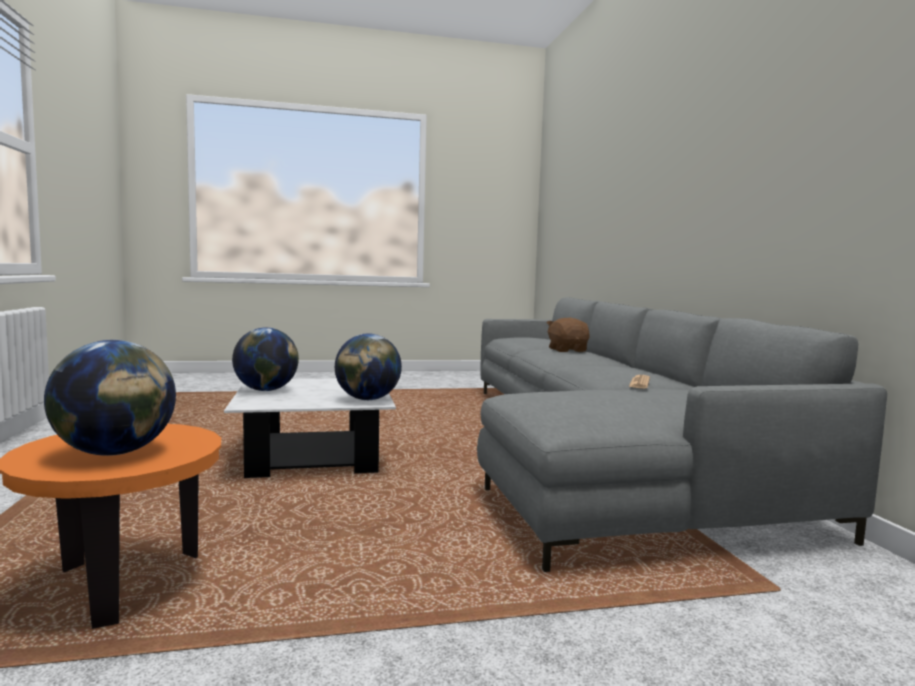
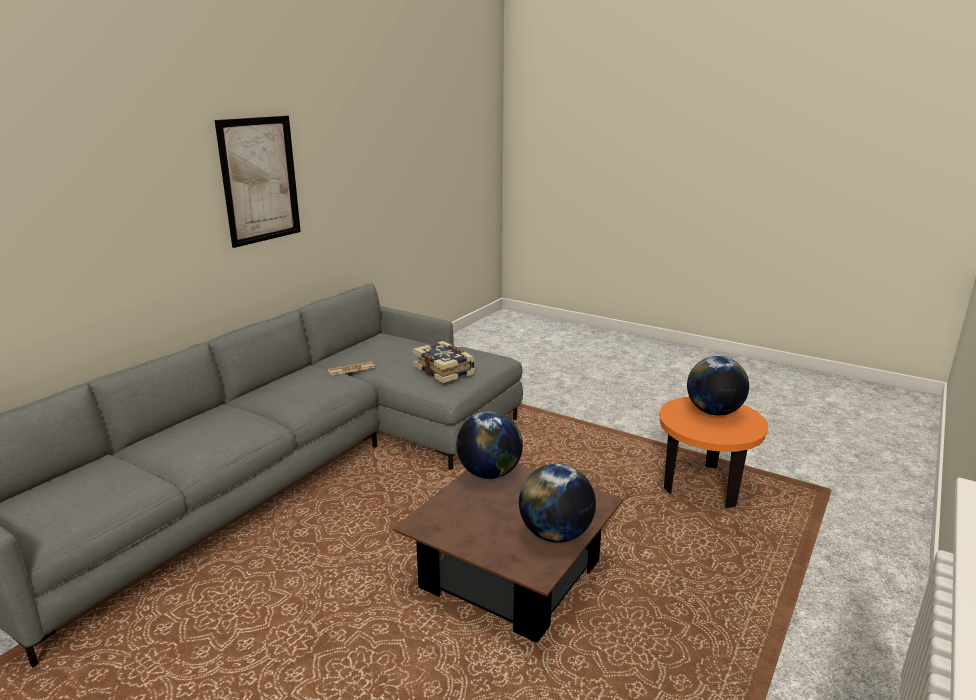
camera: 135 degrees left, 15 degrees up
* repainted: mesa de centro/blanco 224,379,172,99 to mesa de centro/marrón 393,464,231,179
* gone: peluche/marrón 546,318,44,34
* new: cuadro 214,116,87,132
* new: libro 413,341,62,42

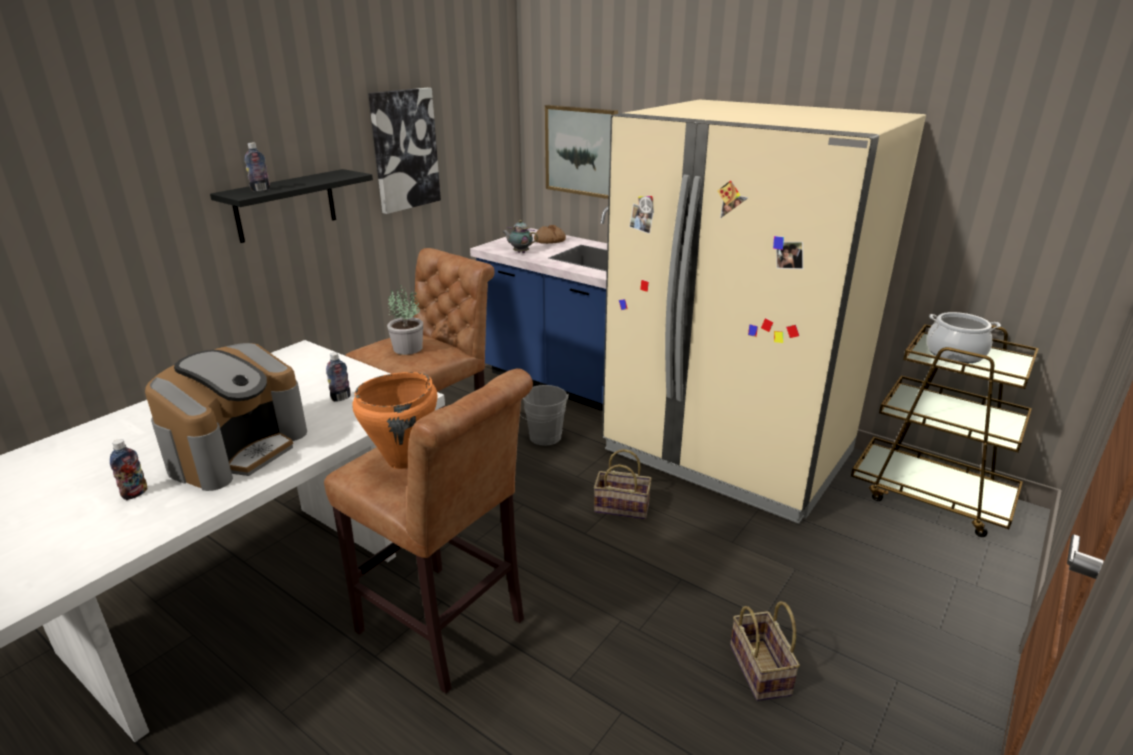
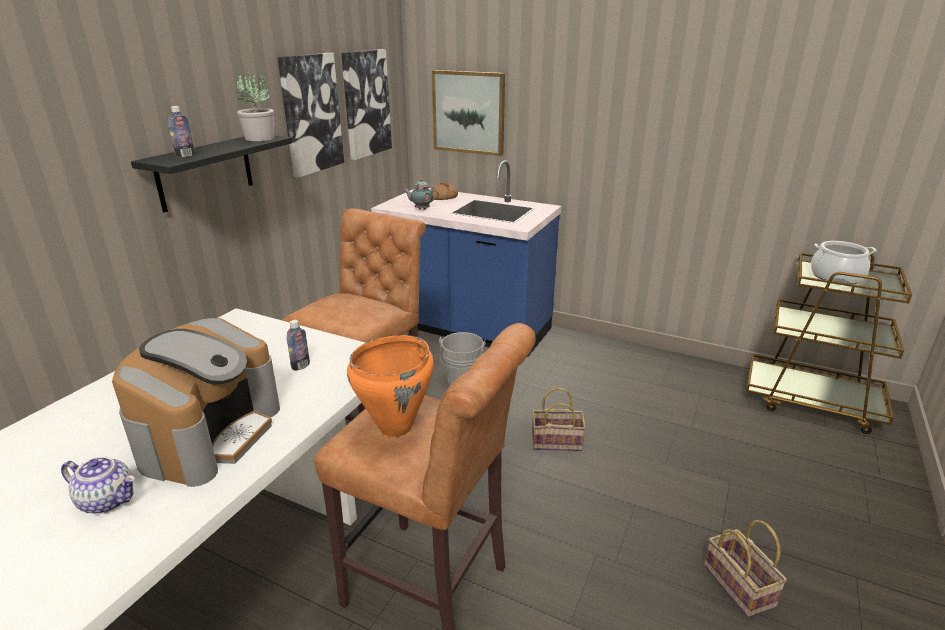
camera: 10 degrees left, 0 degrees up
* swapped: botella 110,439,37,61 to tetera 61,457,74,57
* shifted: planta en maceta 387,285,36,70 to 236,71,38,70
* gone: nevera/beis 602,99,324,425
* new: cuadro 341,49,51,111

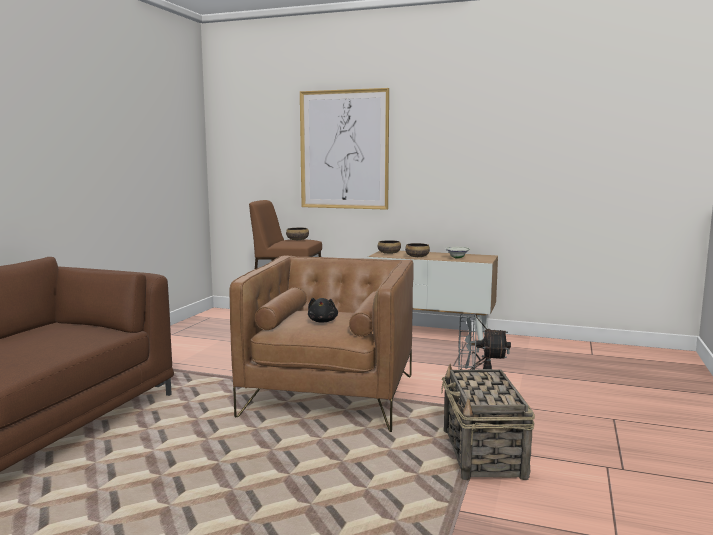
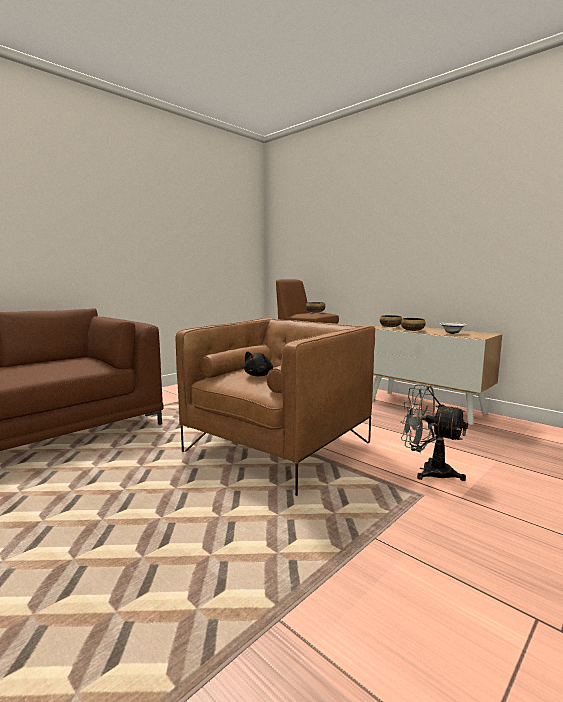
camera: 25 degrees right, 0 degrees up
* gone: cuadro 300,88,89,122
* gone: cesta 441,364,94,116

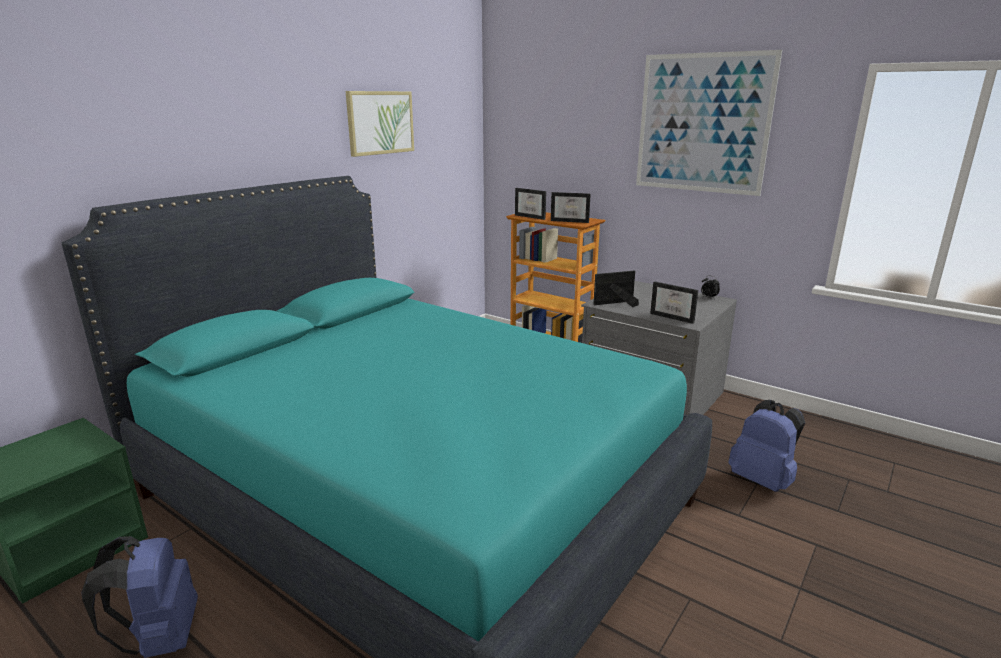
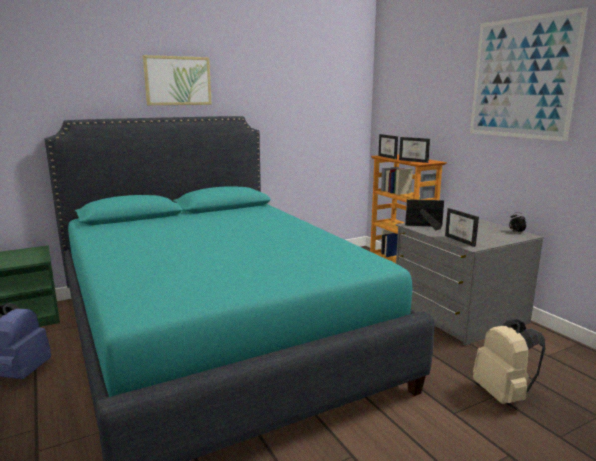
camera: 25 degrees right, 5 degrees down
* shifted: cuadro 346,91,68,66 to 143,55,69,50
* repainted: mochila/azul 728,400,77,92 to mochila/beis 473,319,72,85

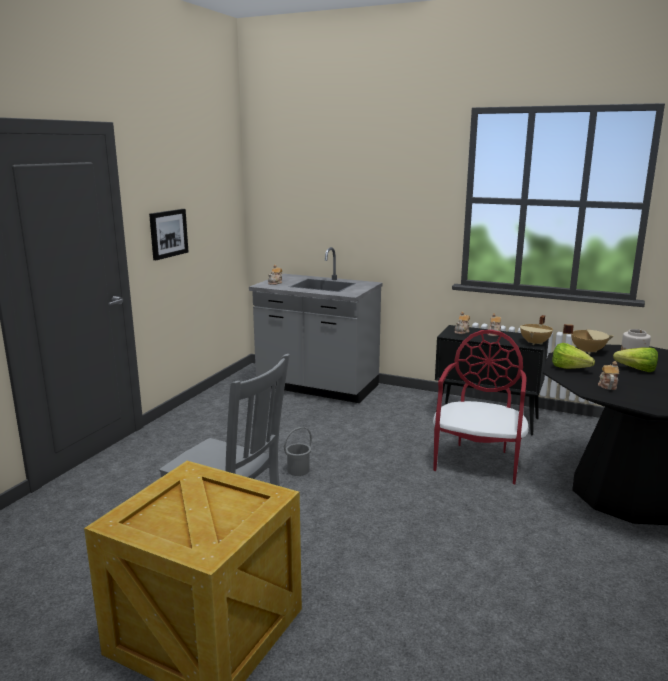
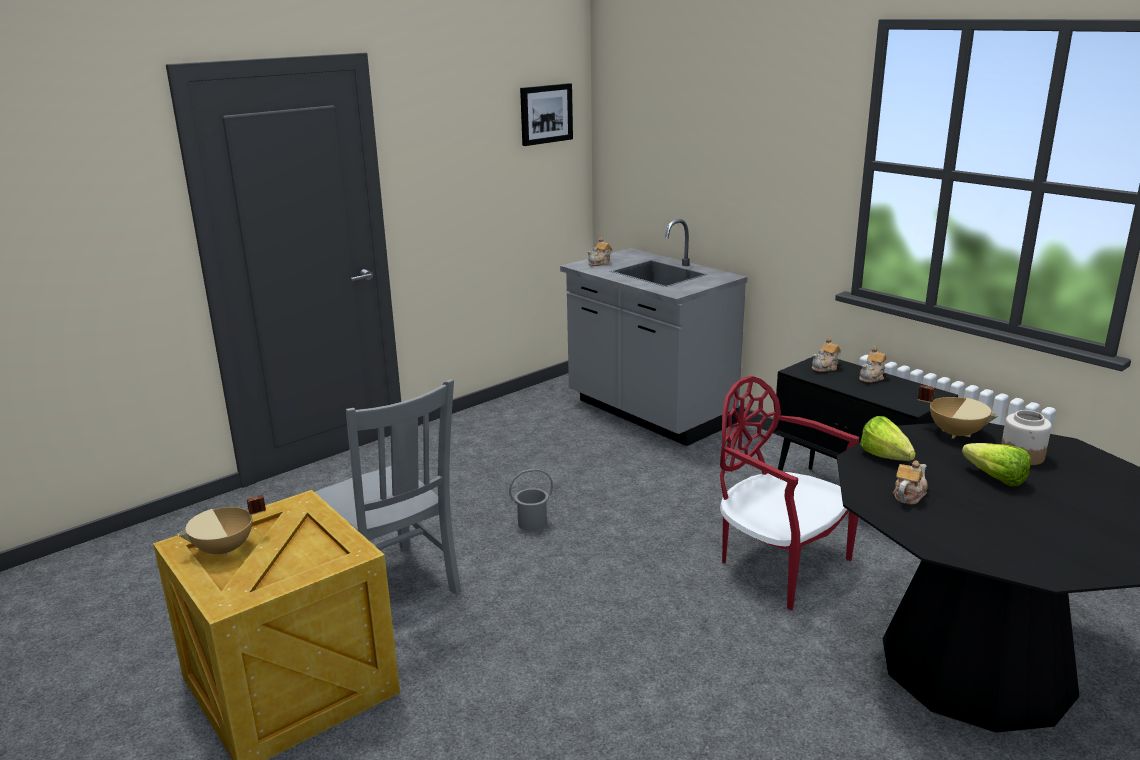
camera: 25 degrees right, 5 degrees up
* shifted: cuadro 149,209,40,51 to 520,83,53,63
* rotated: silla/rojo 433,330,96,154 = 720,376,139,234 90 degrees counterclockwise
* shifted: olla/beis 520,315,33,30 to 177,495,89,62

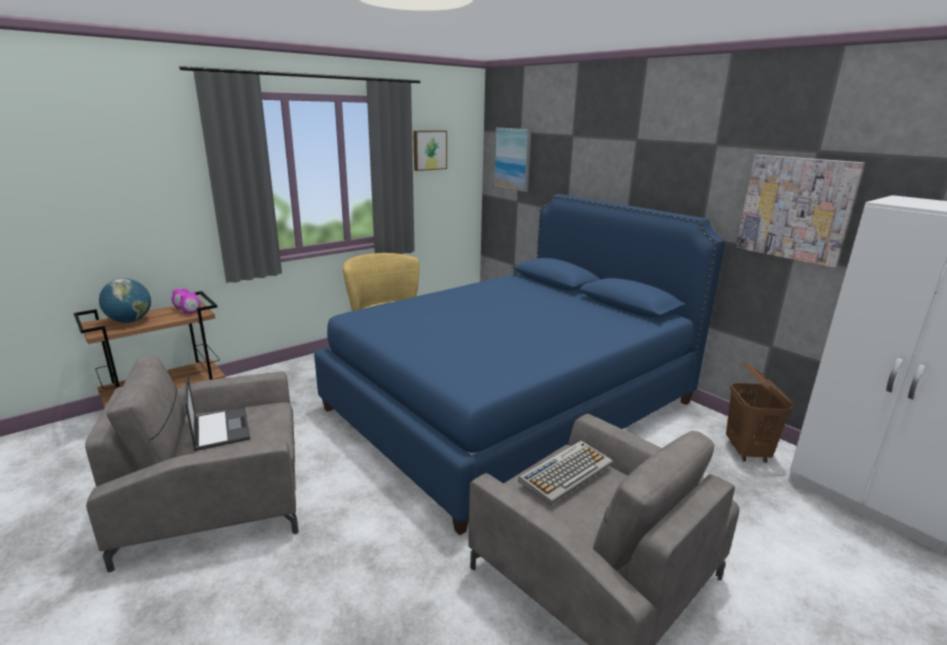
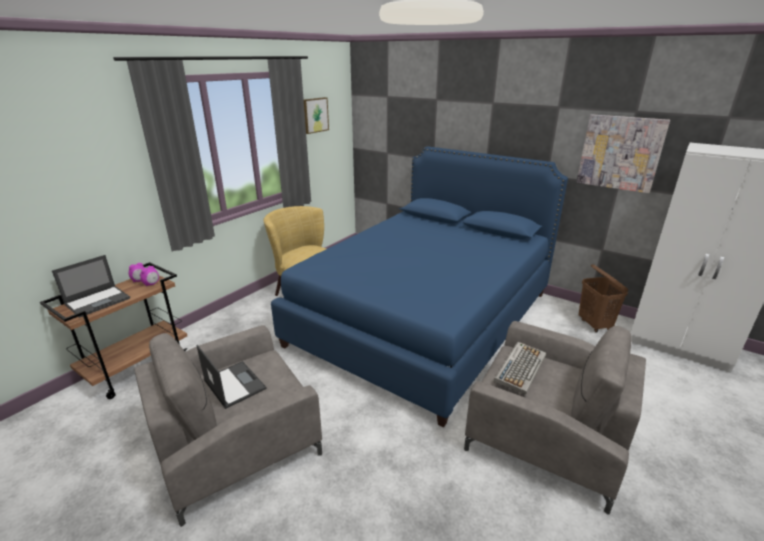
camera: 15 degrees left, 5 degrees up
* swapped: globo terráqueo 99,279,52,44 to portátil 52,255,78,63
* gone: cuadro 494,128,37,64

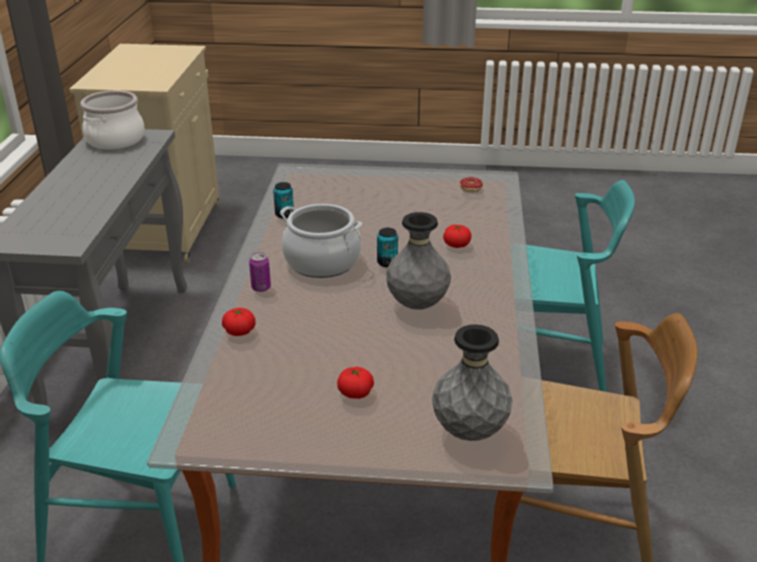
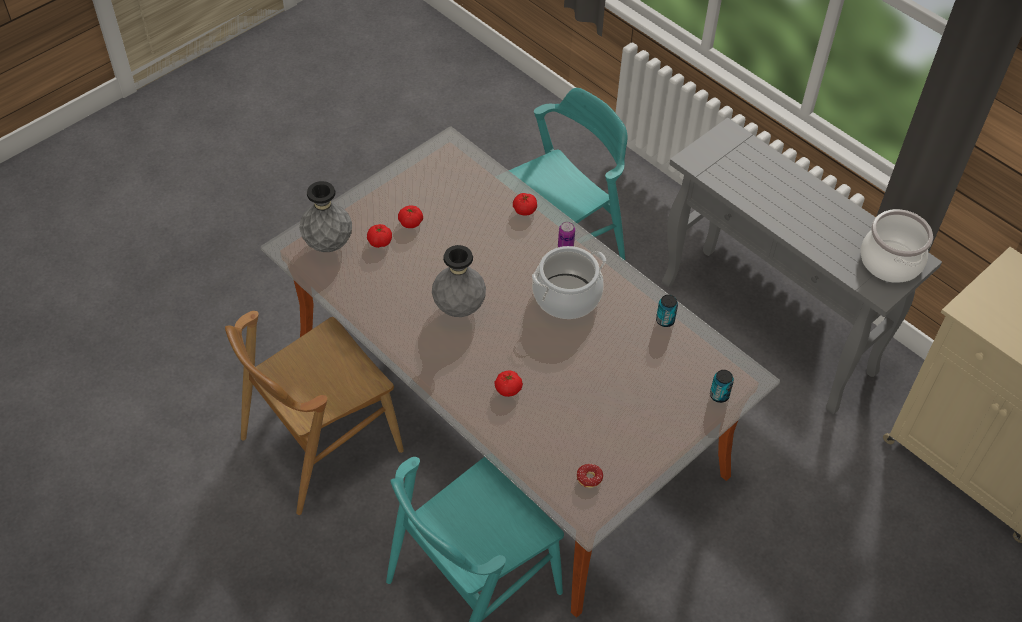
camera: 130 degrees right, 20 degrees up
* shifted: lata 377,228,21,39 to 710,370,24,33
* new: tomate 367,224,25,24

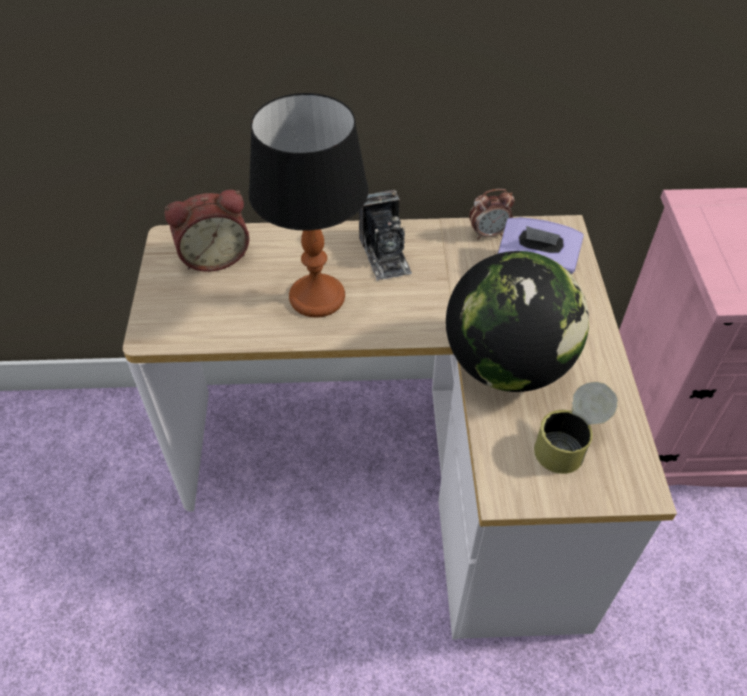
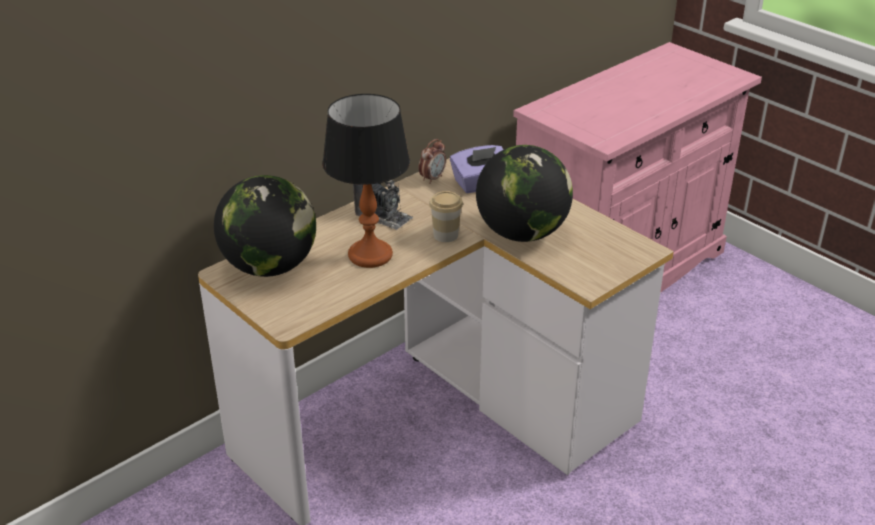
camera: 40 degrees left, 15 degrees down
* swapped: despertador 165,190,84,82 to globo terráqueo 214,175,102,102
* gone: lata 534,382,84,92
* new: taza 429,191,34,51

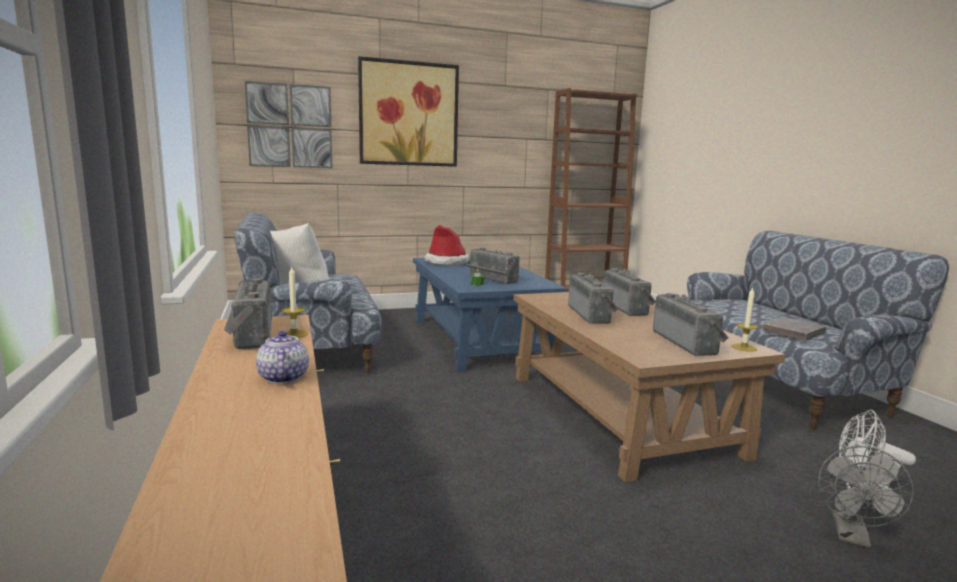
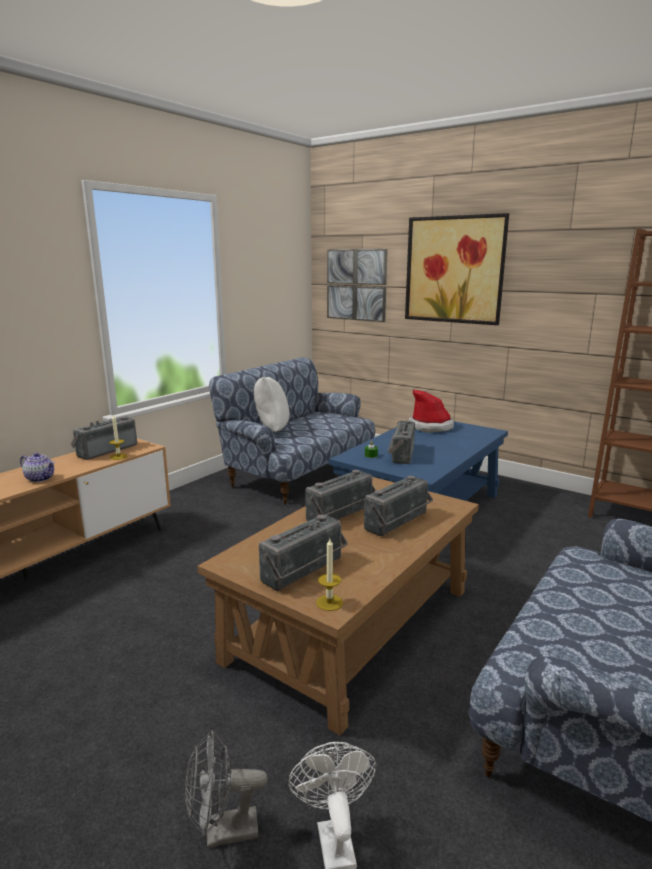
camera: 55 degrees right, 5 degrees up
* rotated: tetera 256,331,53,53 = 20,452,35,30 75 degrees clockwise
* gone: libro/gris 762,317,64,23

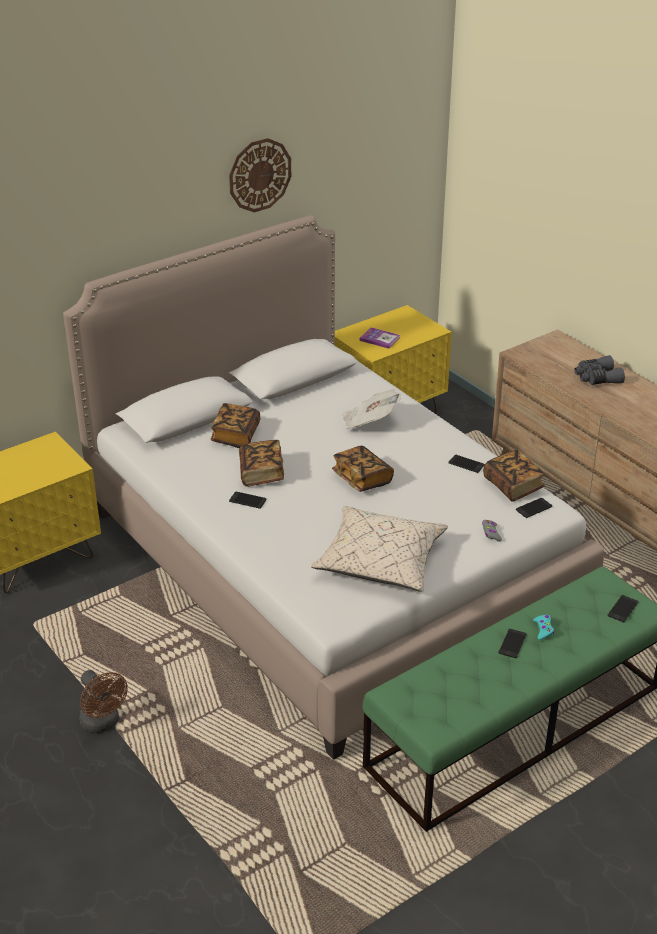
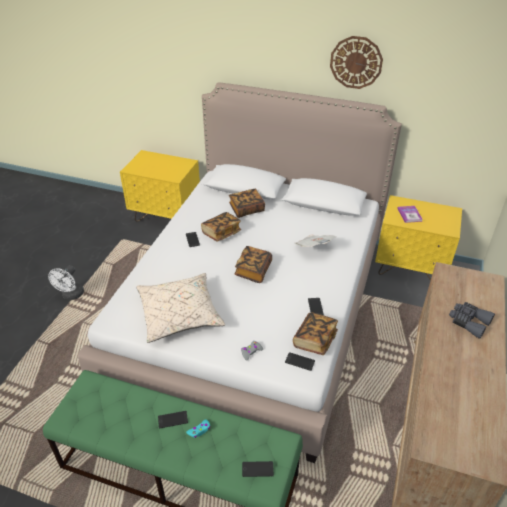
camera: 55 degrees right, 5 degrees up
* repainted: ventilador/marrón 80,670,48,63 to ventilador/blanco 48,265,36,35

